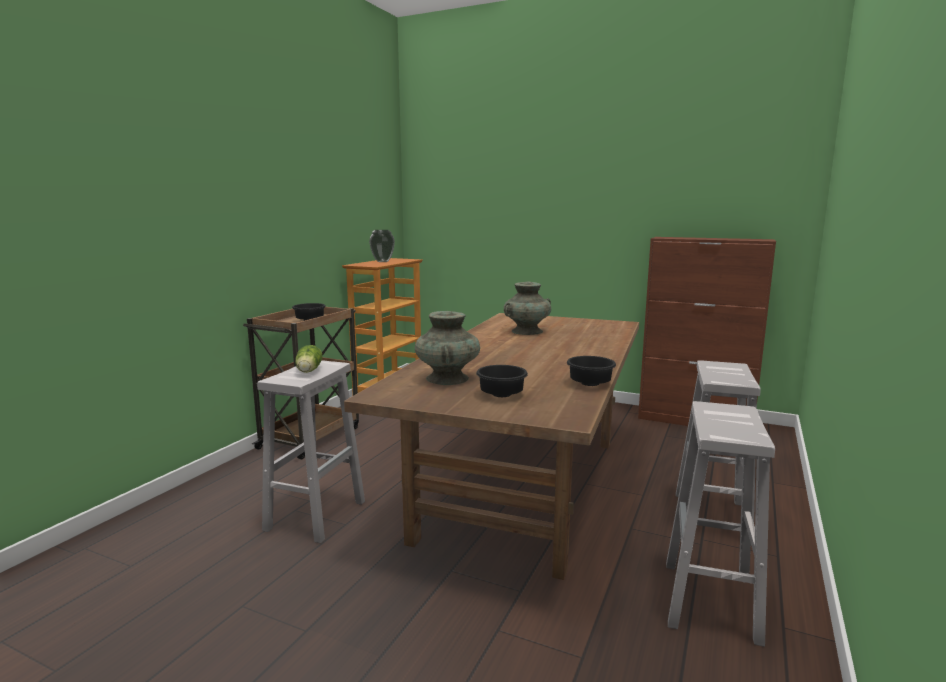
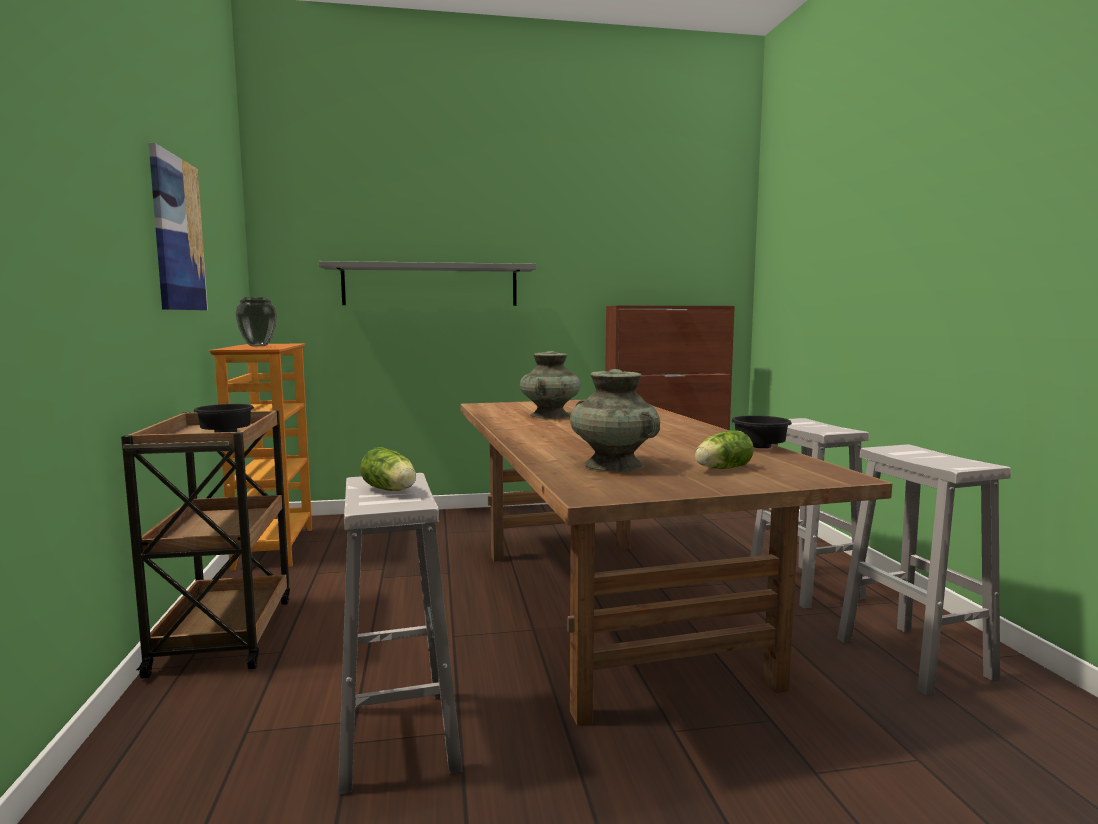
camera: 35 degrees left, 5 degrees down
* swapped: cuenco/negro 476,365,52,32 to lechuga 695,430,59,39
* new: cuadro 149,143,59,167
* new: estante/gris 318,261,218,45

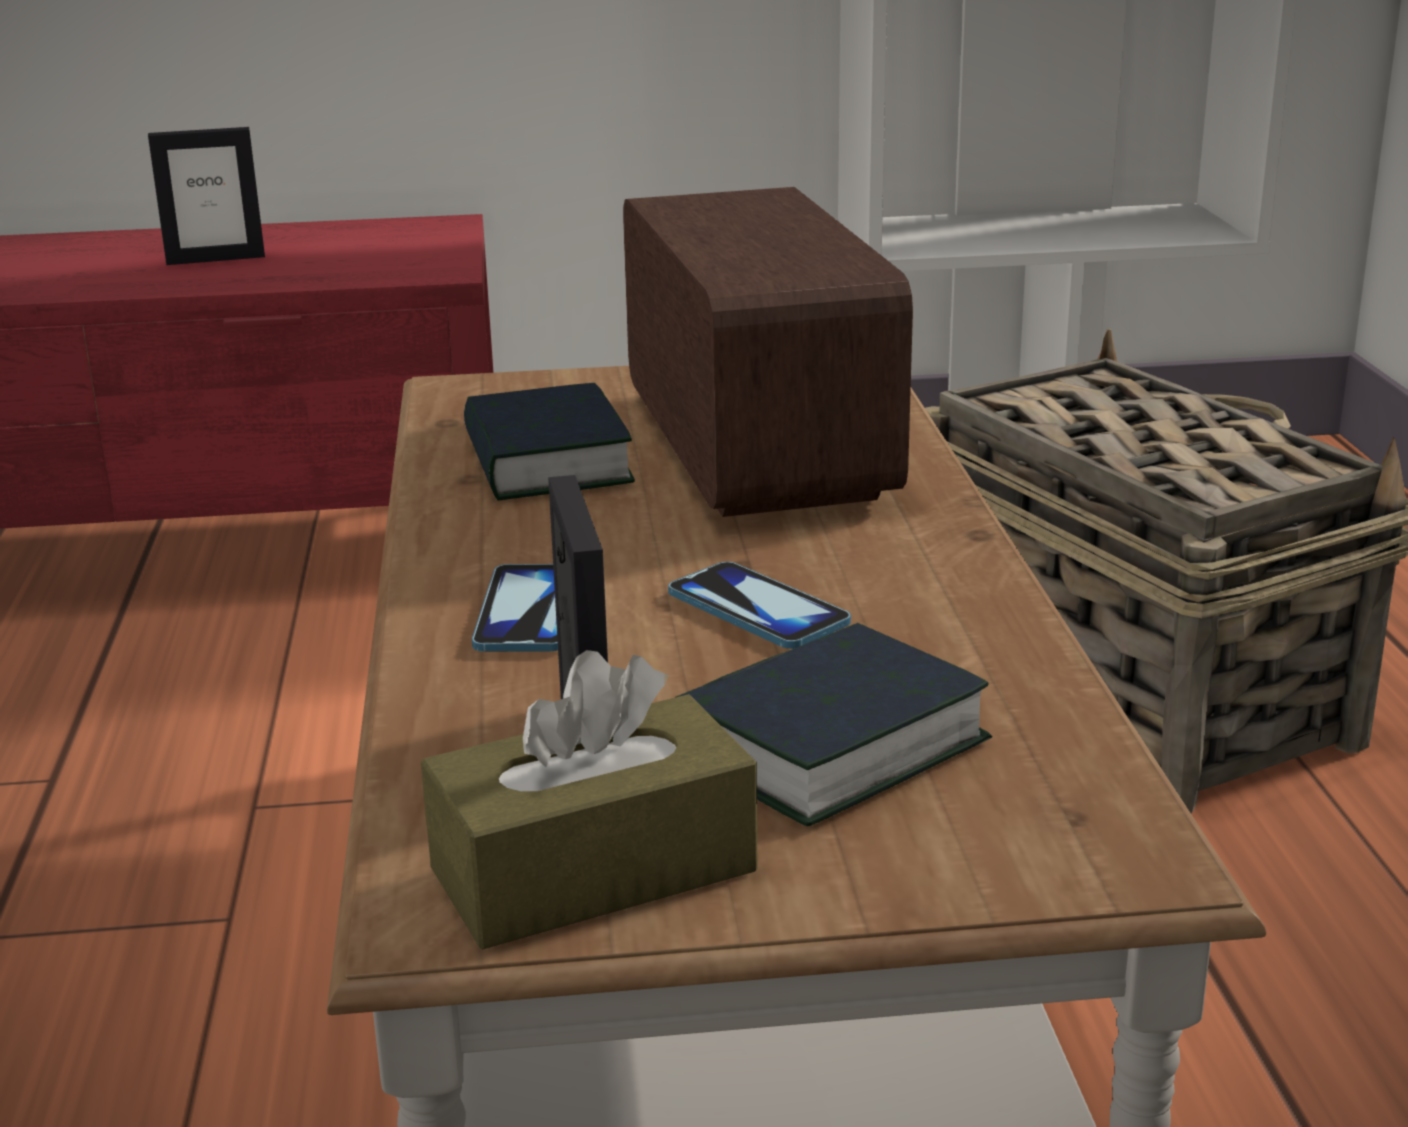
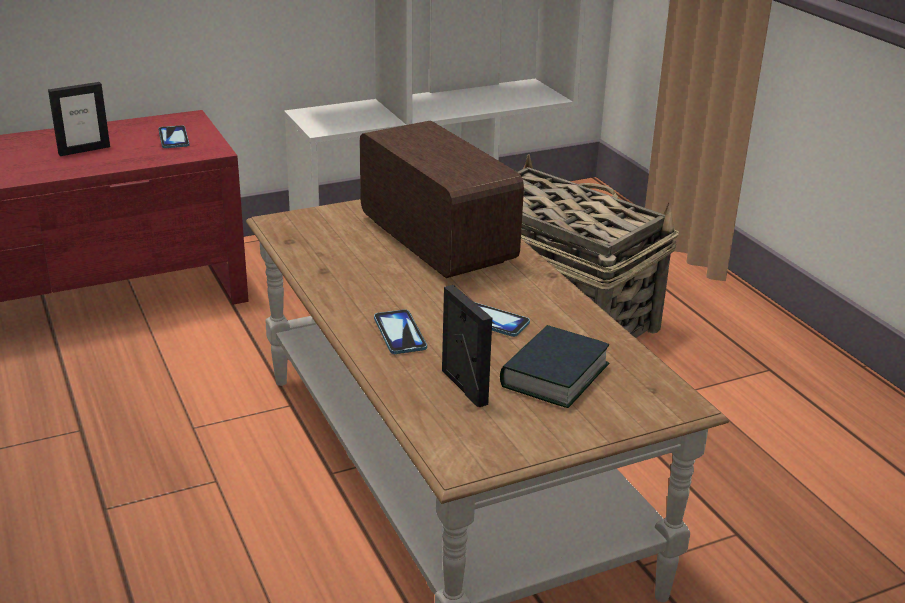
camera: 20 degrees left, 5 degrees up
* gone: caja de pañuelos/marrón 421,650,336,299
* gone: libro 464,383,171,118
* new: móvil 158,125,31,23

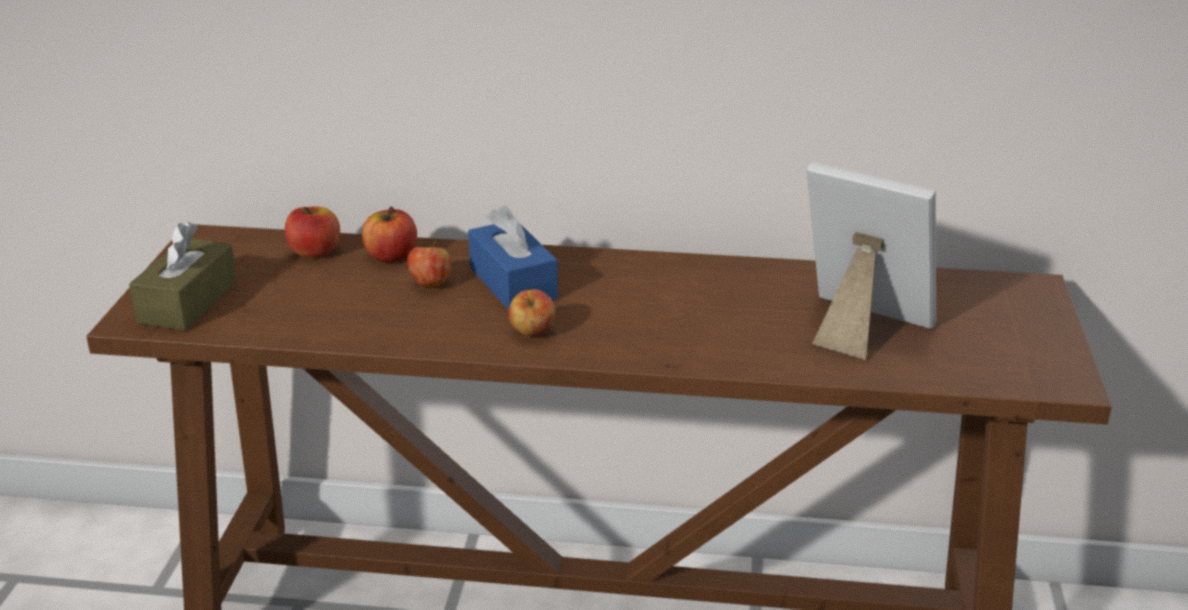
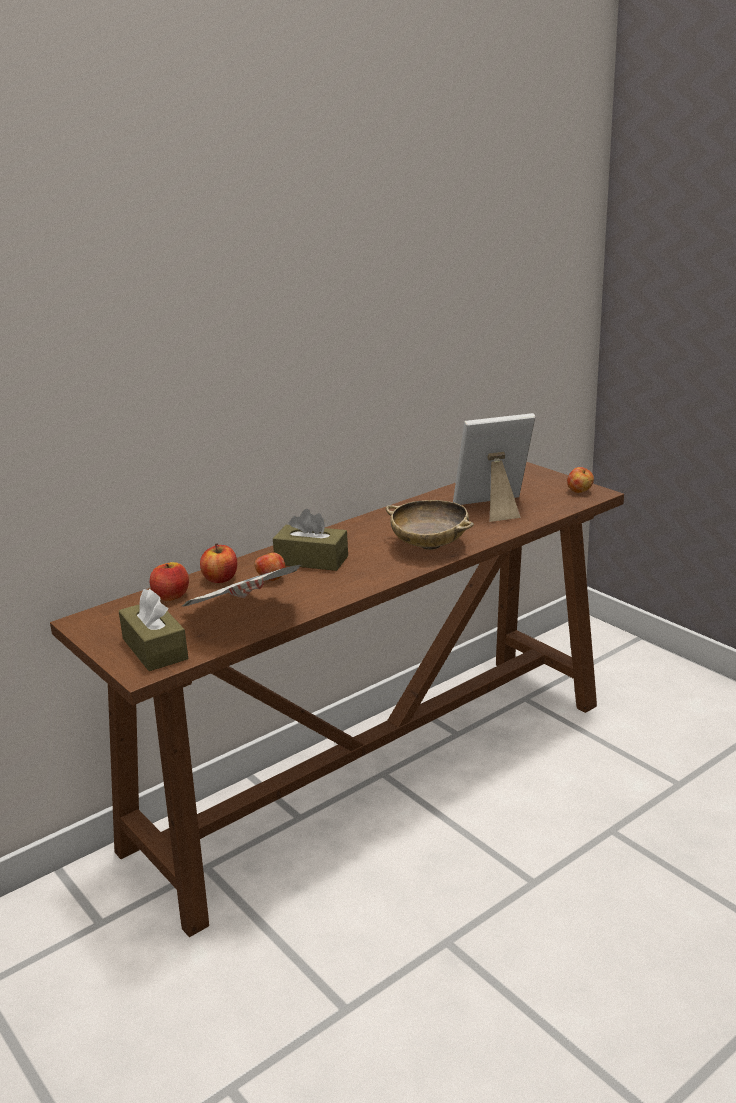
camera: 45 degrees left, 5 degrees down
* repainted: caja de pañuelos/azul 468,205,90,105 to caja de pañuelos/marrón 273,509,75,62
* shifted: manzana 508,289,47,46 to 567,467,27,26
* new: periódico 182,565,119,42
* new: cuenco/beis 386,500,88,50

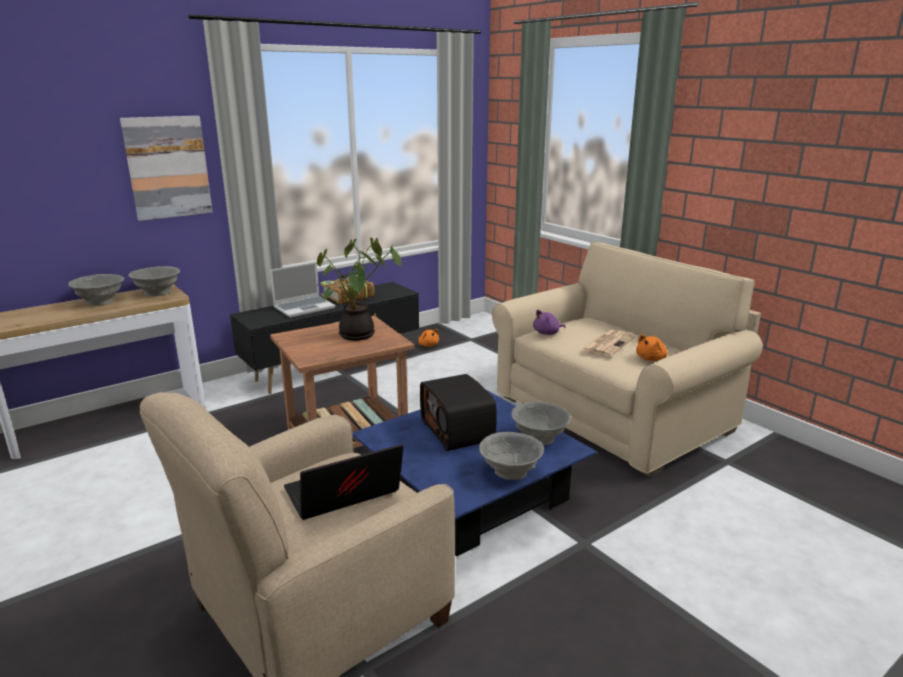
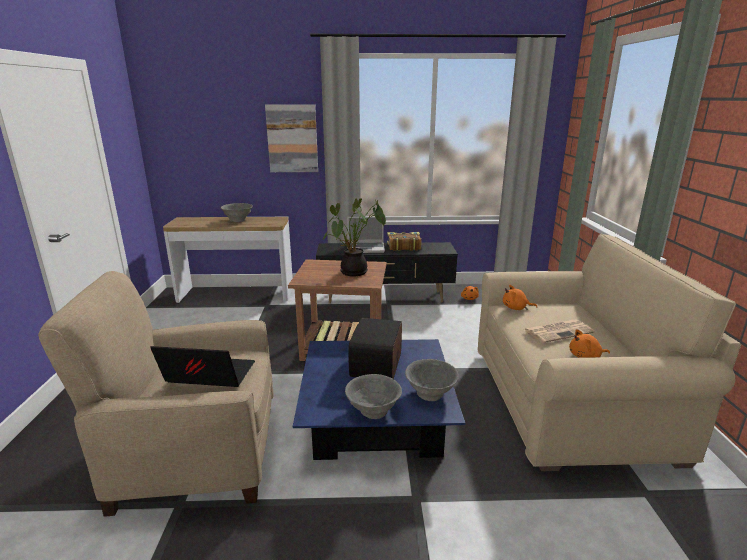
camera: 35 degrees right, 0 degrees up
* gone: cuenco/gris 128,266,52,30
* repainted: peluche/morado 533,310,33,25 to peluche/naranja 503,285,34,25

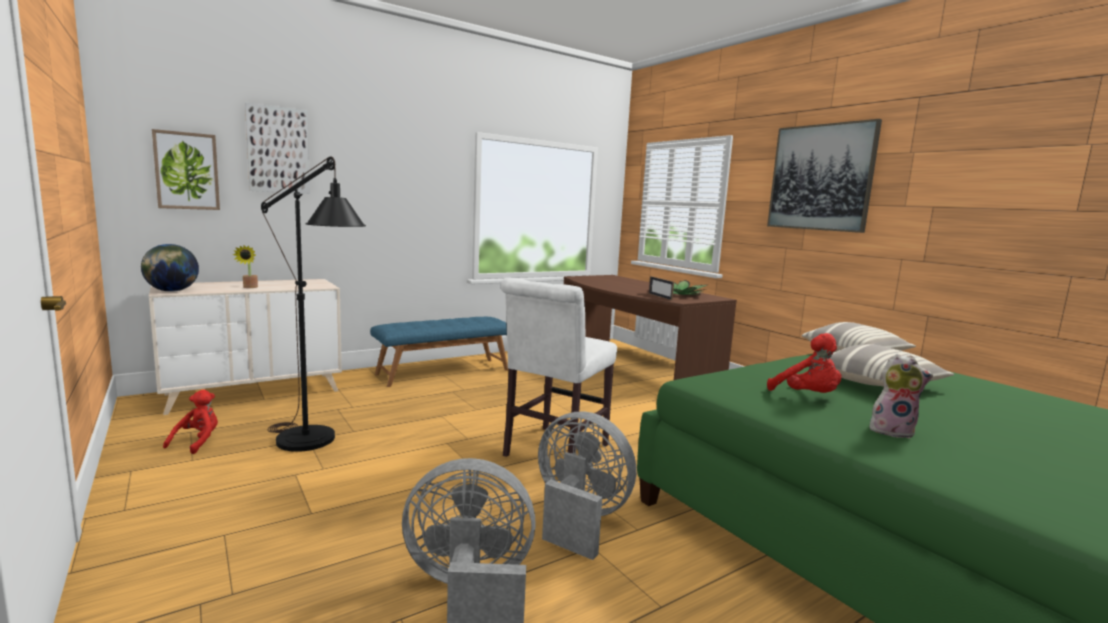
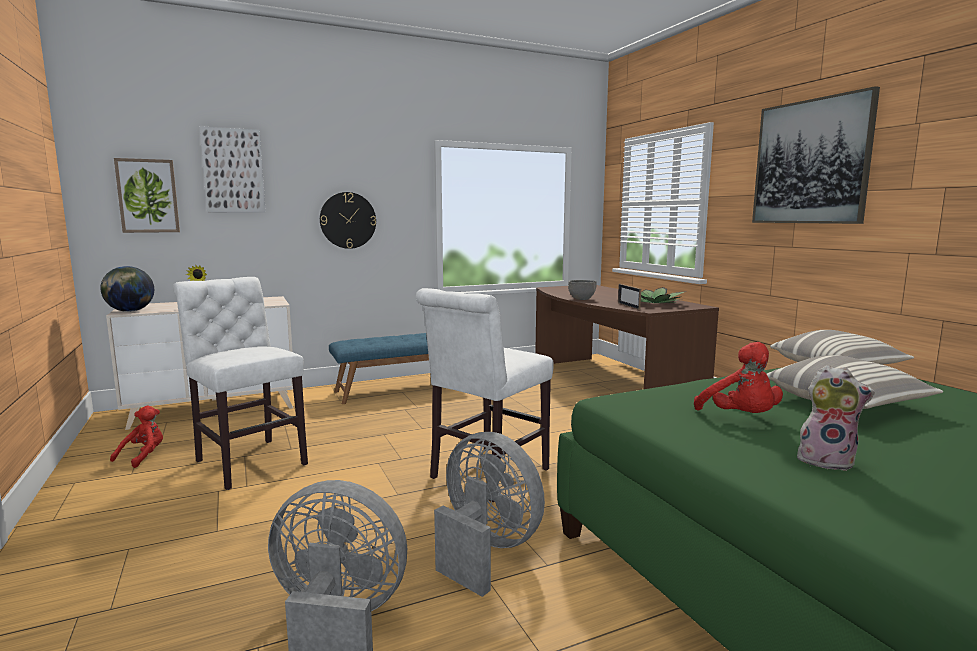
camera: 10 degrees right, 0 degrees up
* swapped: lámpara de pie/negro 261,156,105,296 to silla/blanco 173,277,135,213
* new: reloj de pared 320,192,56,57
* new: cuenco/gris 568,280,29,20

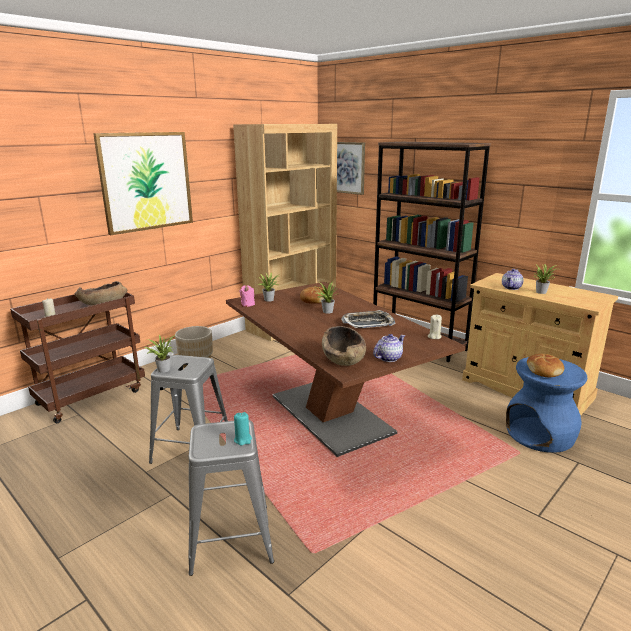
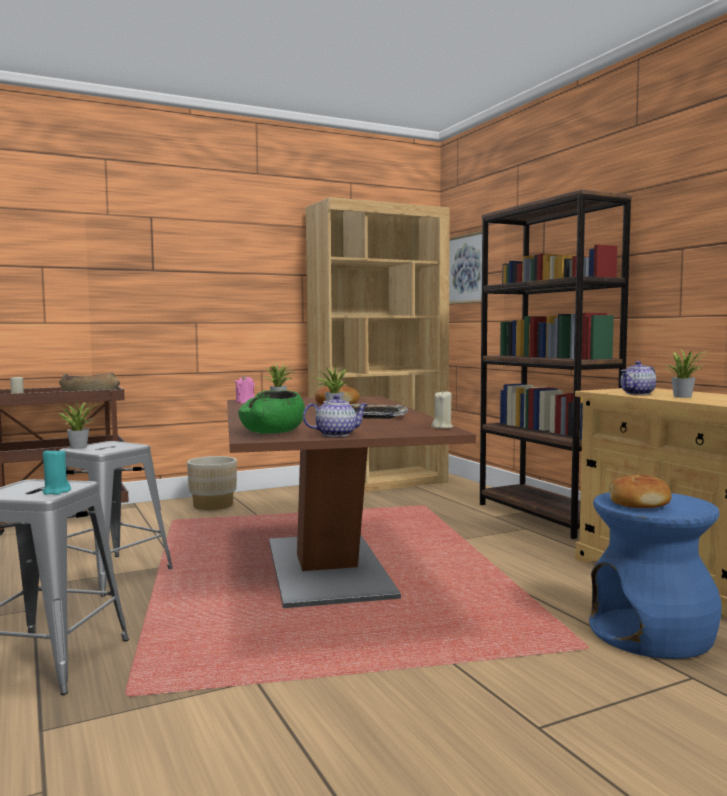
camera: 20 degrees right, 15 degrees down
* gone: cuadro 93,132,100,103
* repainted: cuenco/marrón 322,326,44,40 to cuenco/verde 238,390,67,44

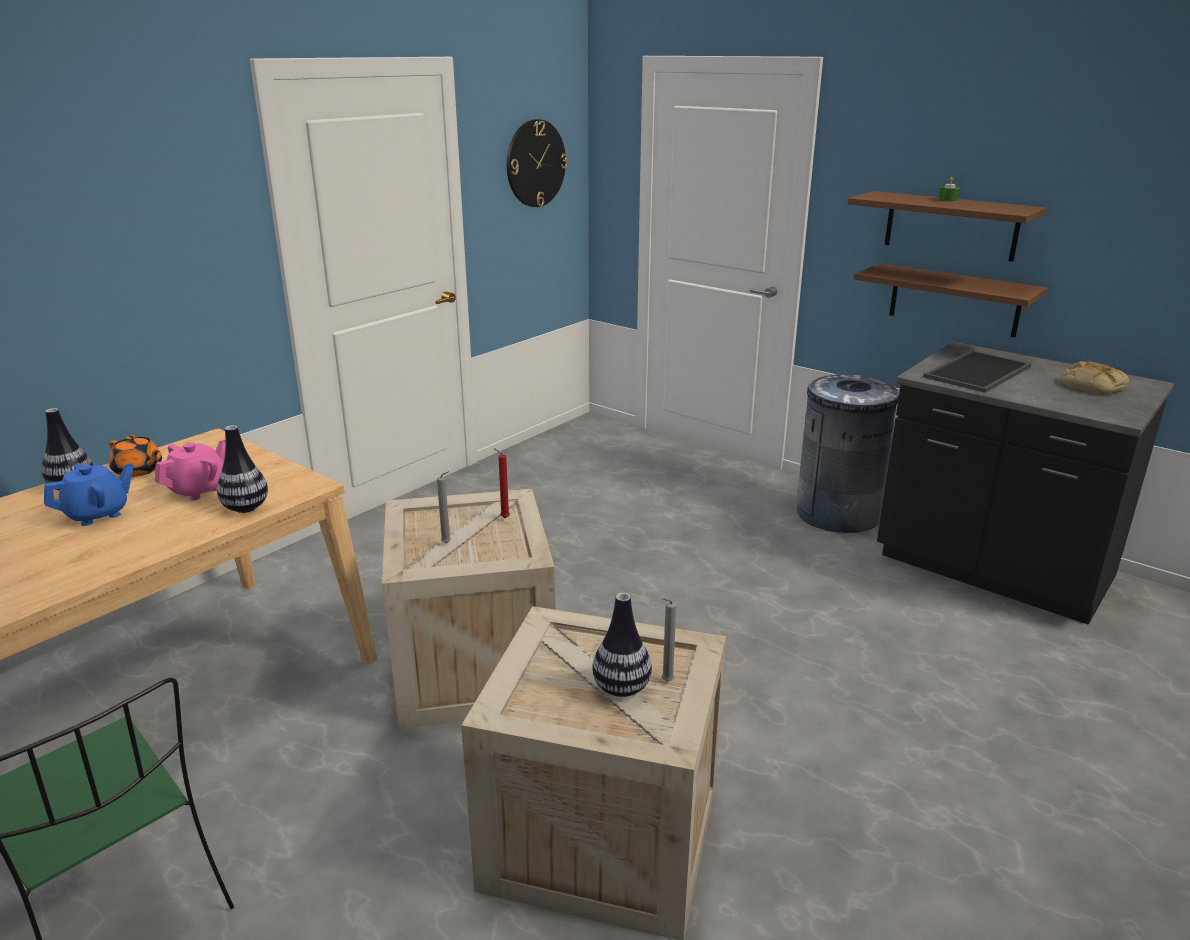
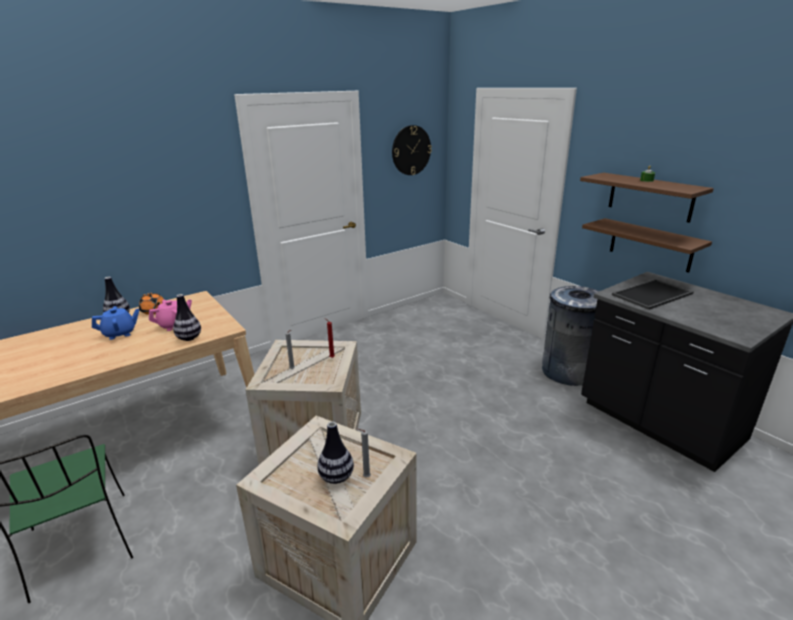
camera: 15 degrees right, 0 degrees up
* gone: pan 1058,361,71,34

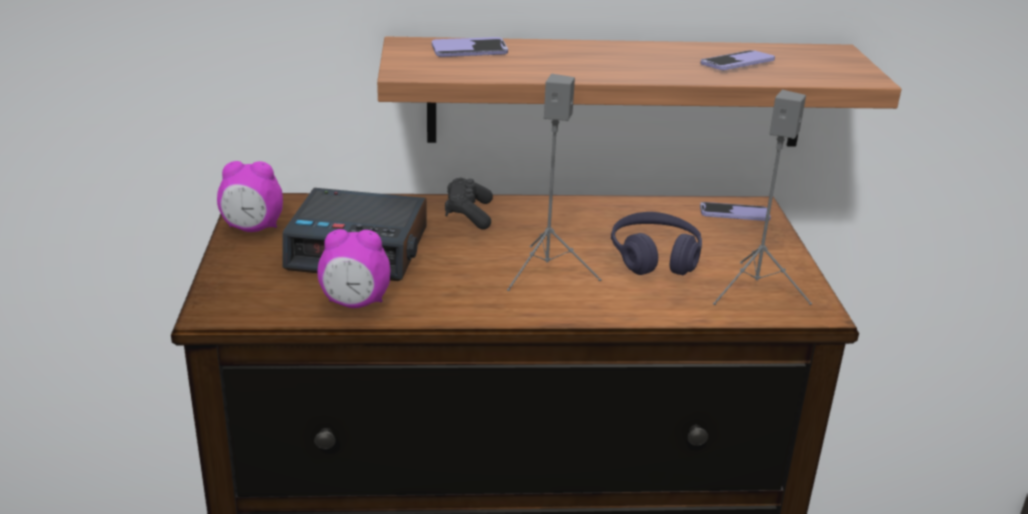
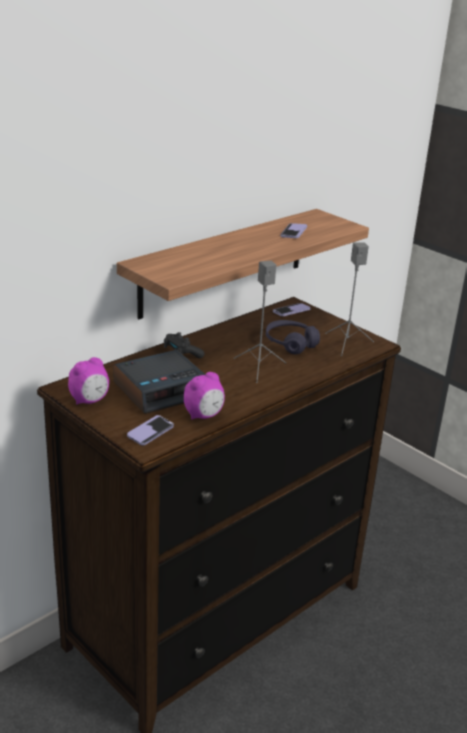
camera: 40 degrees left, 0 degrees up
* shifted: móvil 432,37,76,20 to 127,415,47,30

